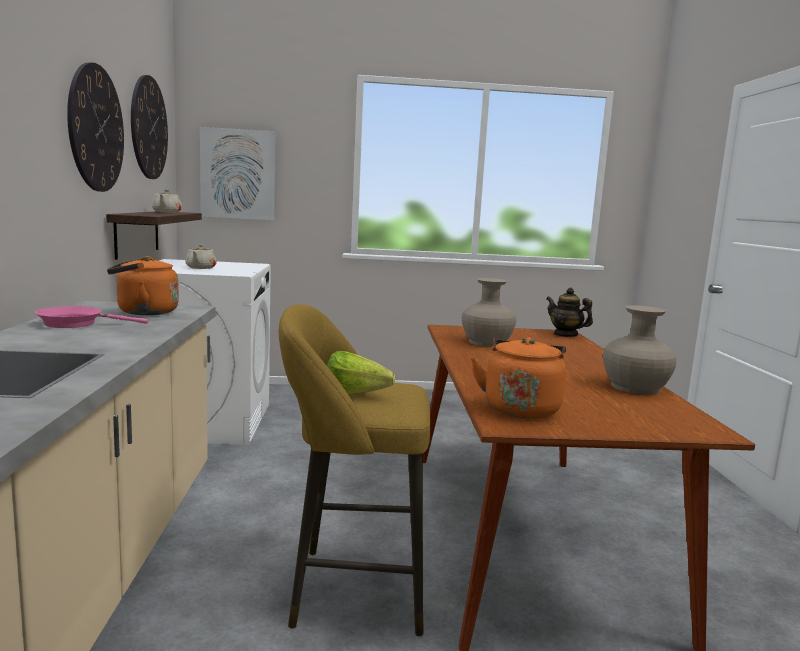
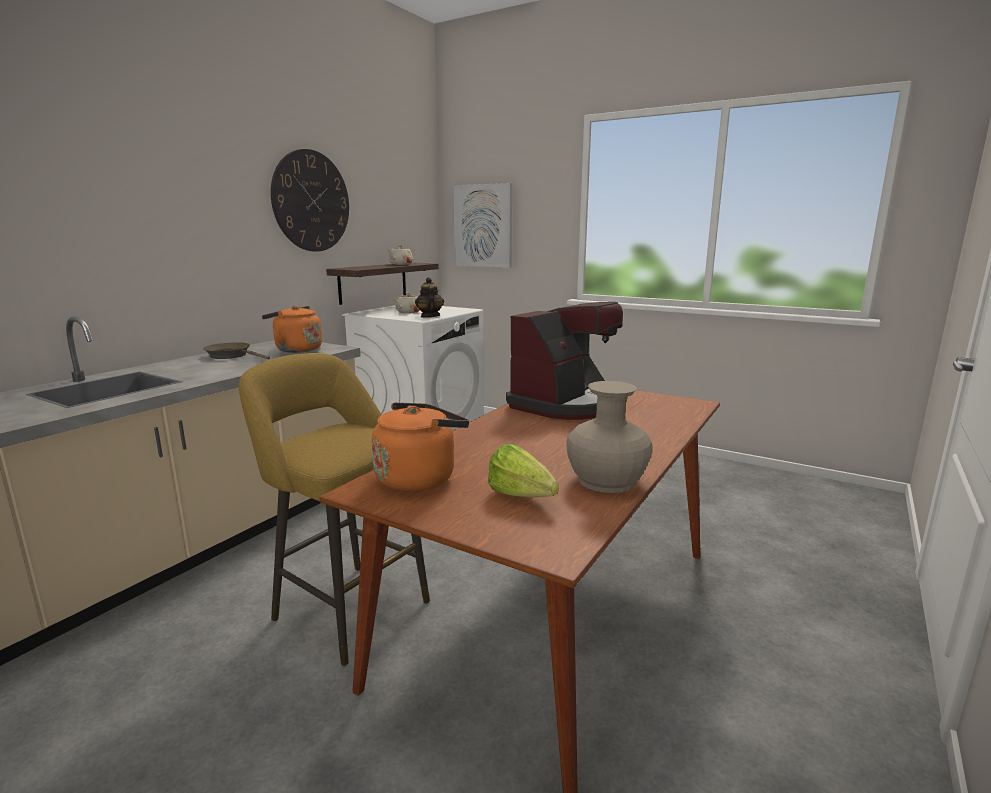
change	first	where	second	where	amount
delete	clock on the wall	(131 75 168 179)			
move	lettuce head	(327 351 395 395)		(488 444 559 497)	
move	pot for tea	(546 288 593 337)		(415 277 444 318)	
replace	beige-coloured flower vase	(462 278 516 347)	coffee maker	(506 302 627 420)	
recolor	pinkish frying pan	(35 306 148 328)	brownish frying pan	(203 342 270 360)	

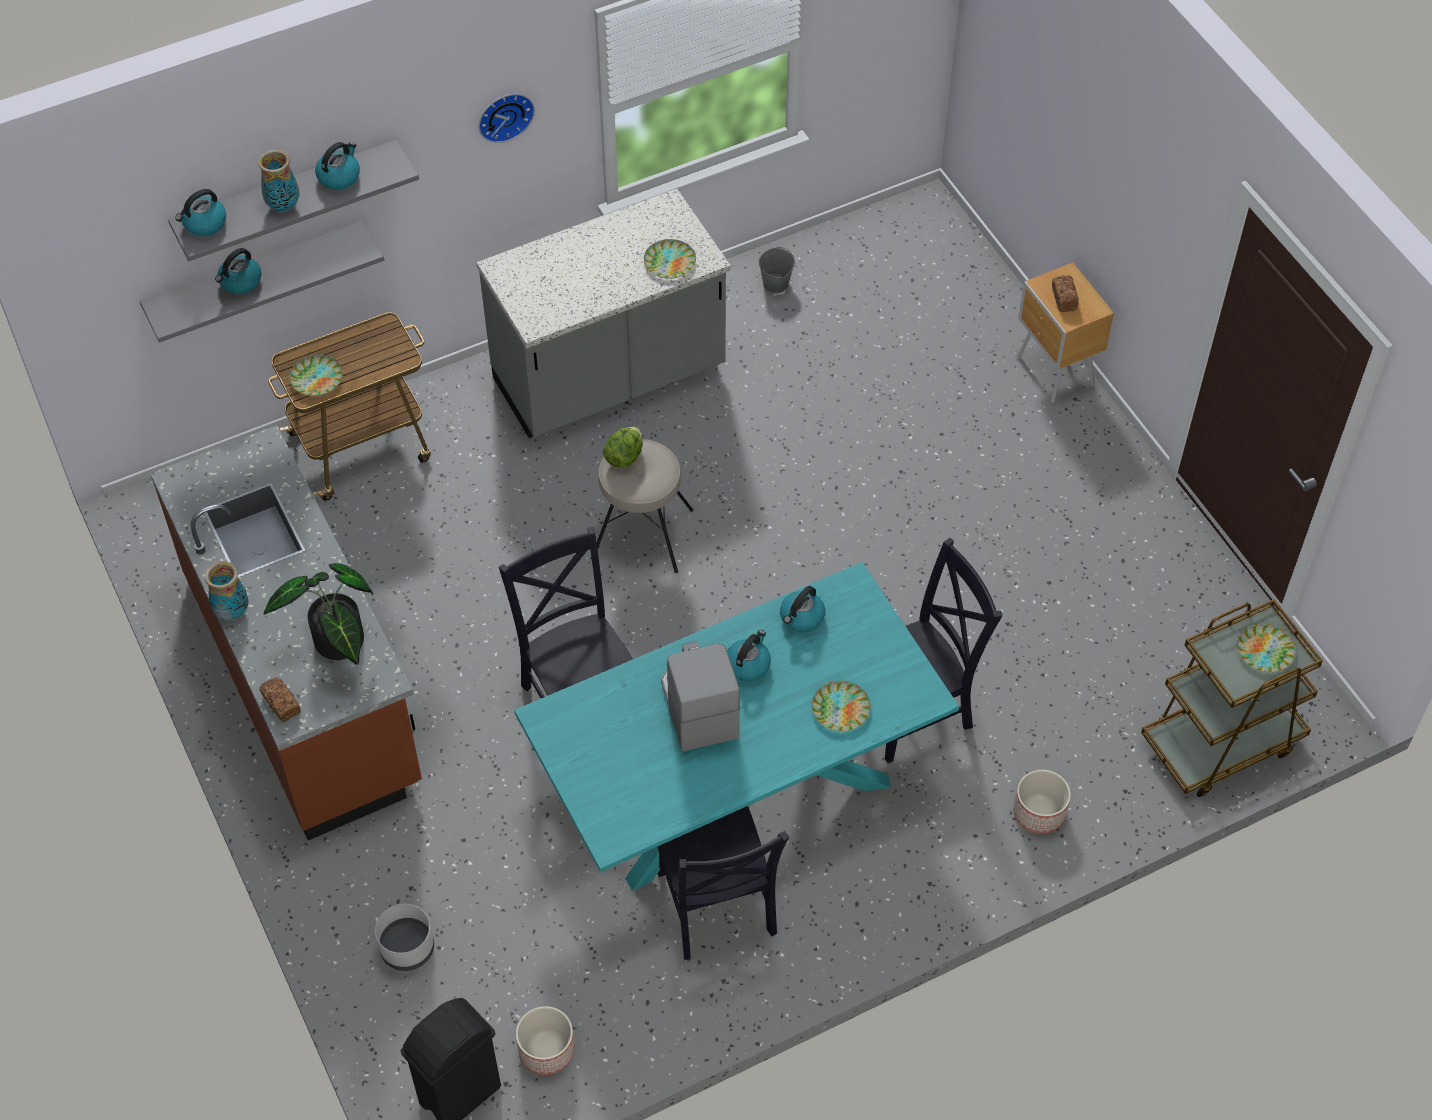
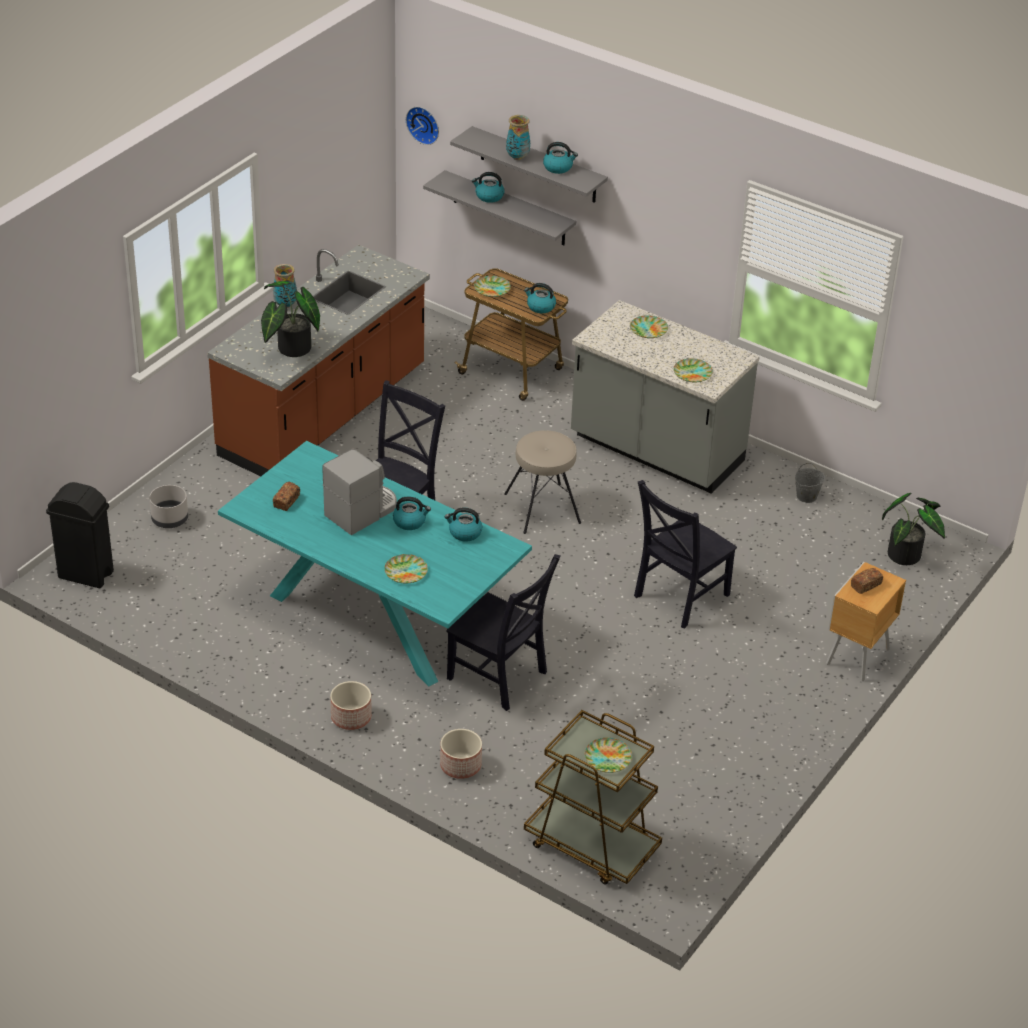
change	first	where	second	where	amount
delete	lettuce head	(603 427 643 468)			
insert			flat dish	(630 315 668 338)	
insert			potted plant	(882 493 945 565)	
move	tea kettle	(175 189 226 236)		(524 283 556 313)	
move	bread	(259 677 301 722)		(273 482 300 511)	
move	clock on the wall	(479 94 535 143)		(406 107 439 145)	
move	planter	(516 1006 575 1075)		(330 681 372 730)	
move	black-coloured chair	(658 806 789 960)		(634 480 737 629)	

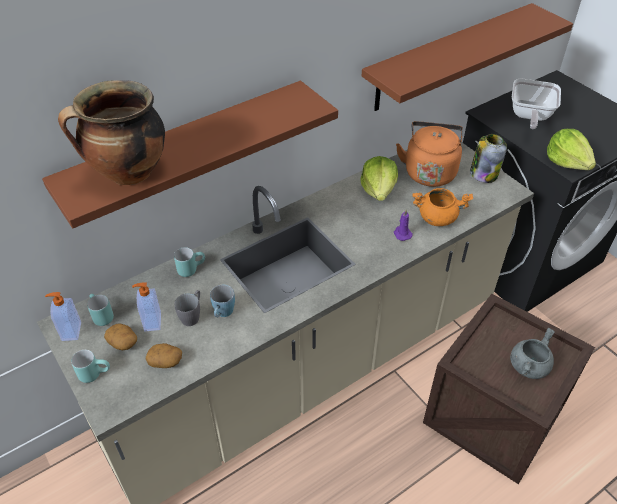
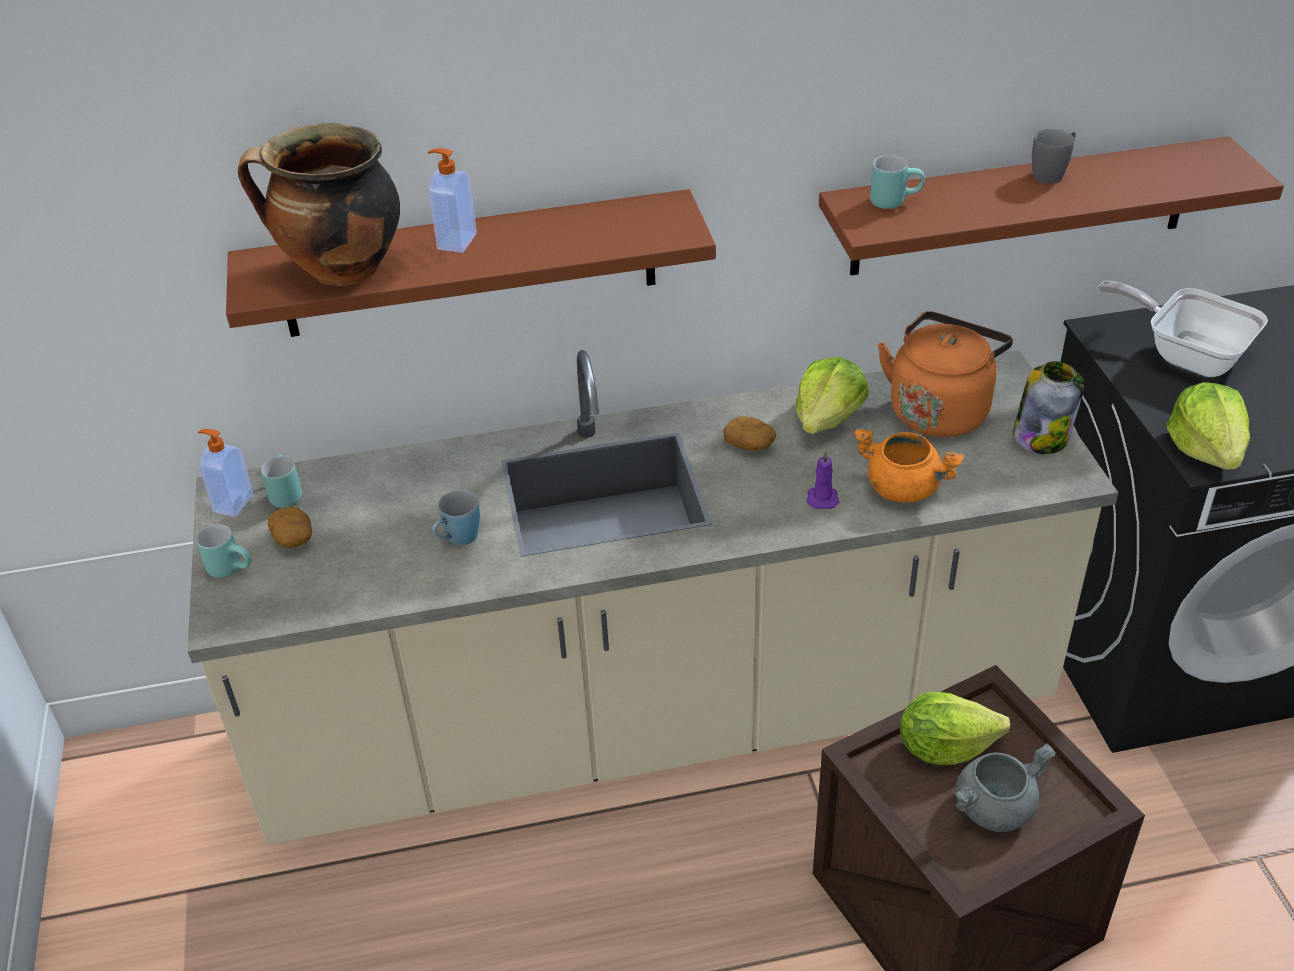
change	first	where	second	where	amount
insert			lettuce head	(900 692 1011 765)	
move	soap dispenser	(132 282 161 331)		(428 148 477 253)	
move	potato	(146 343 182 368)		(723 416 776 451)	
move	turquoise-coloured coffee mug	(174 247 205 277)		(870 155 925 209)	
move	greyish coffee mug	(175 290 200 326)		(1032 129 1076 184)	
rotate	frying pan	(512 79 561 129)		(1098 281 1268 377)	90 degrees clockwise

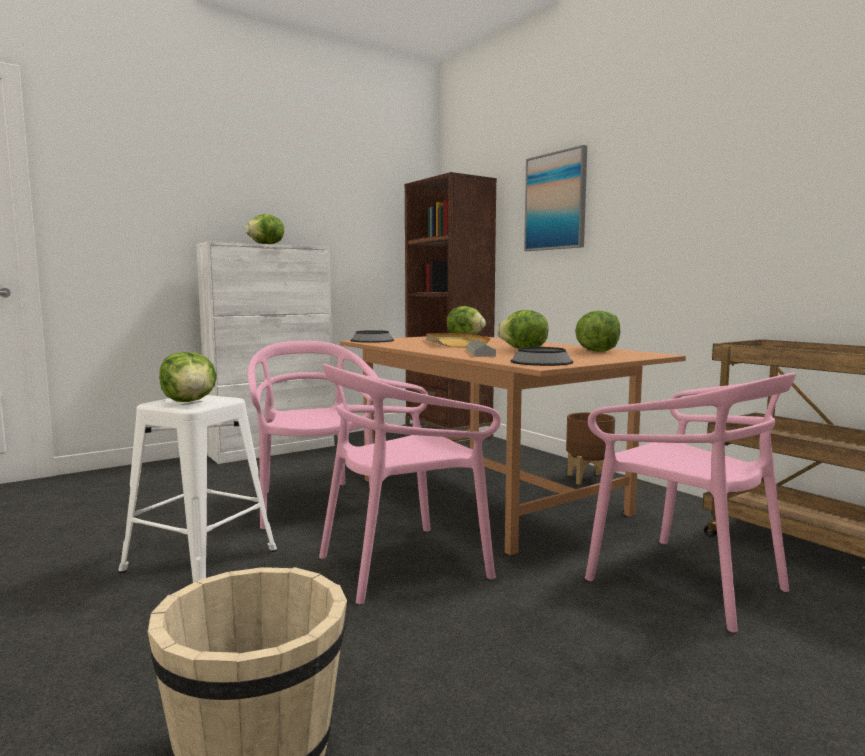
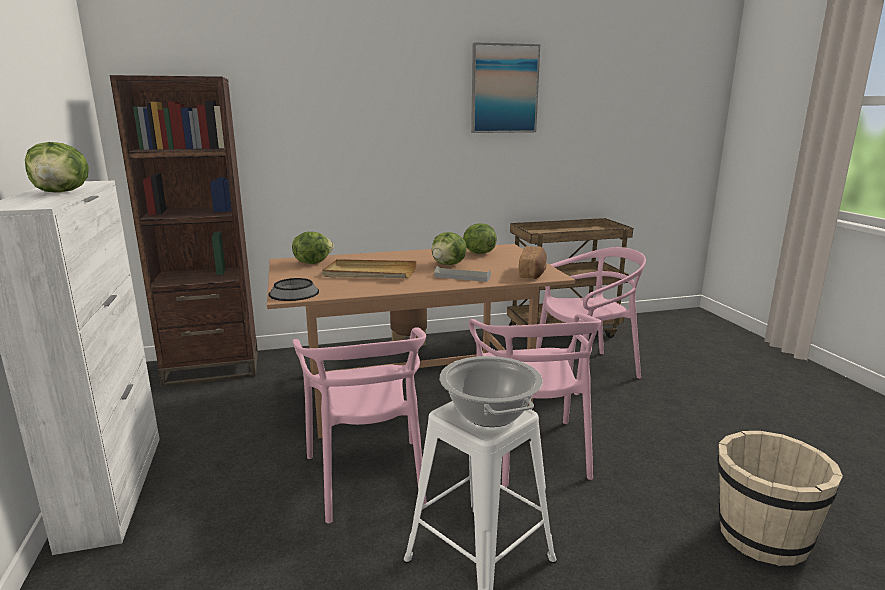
change	first	where	second	where	amount
move	wall art	(524 145 587 251)		(471 42 540 133)	
replace	lettuce head	(159 352 217 402)	stockpot	(440 356 543 427)	
replace	bowl	(511 347 573 366)	bread	(519 246 547 279)	
rotate	pinkish chair	(248 341 378 529)		(293 327 427 523)	105 degrees counterclockwise

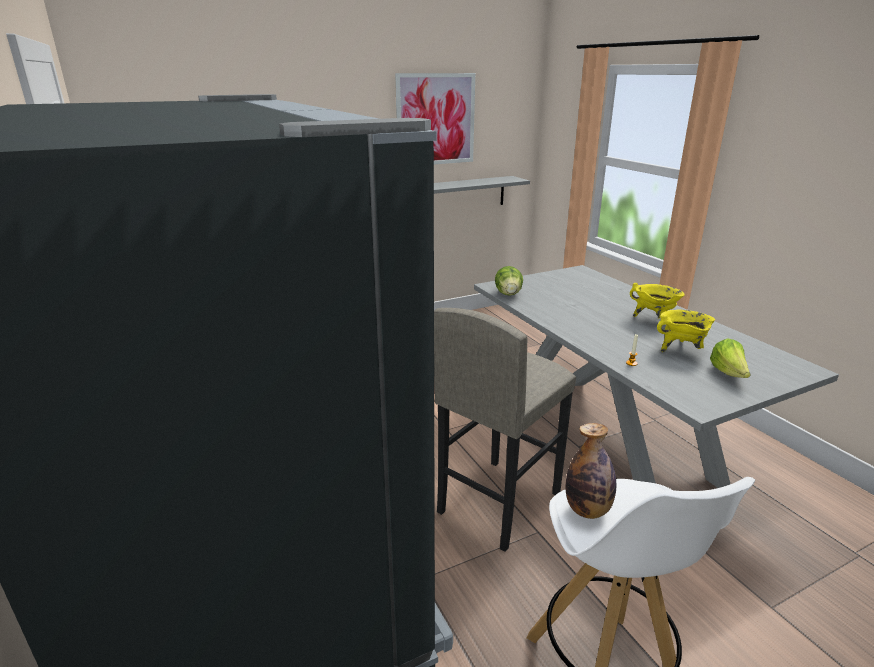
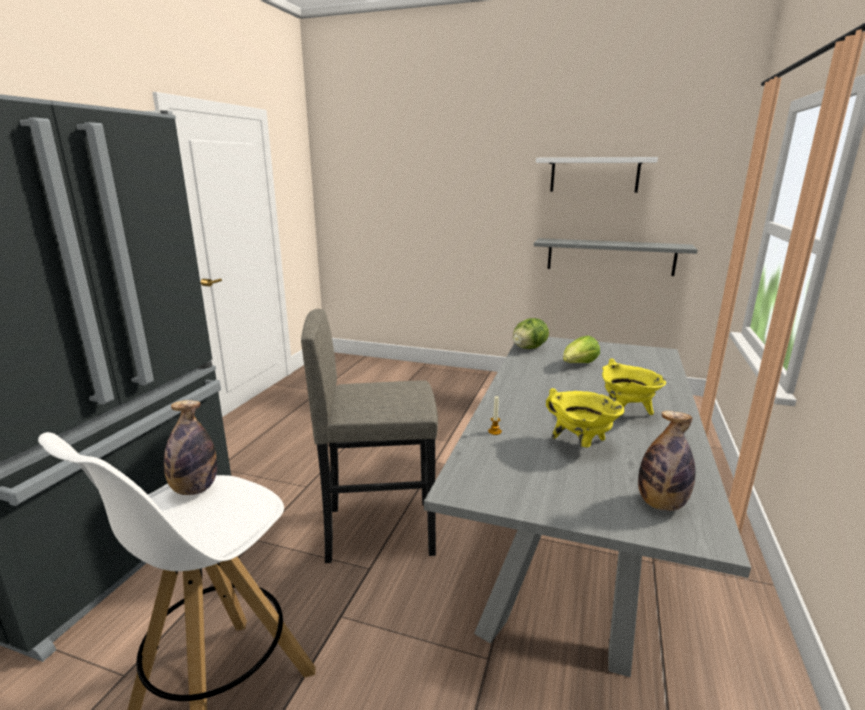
change	first	where	second	where	amount
insert			drink bottle	(638 411 696 511)	
move	lettuce head	(710 338 751 378)		(563 336 600 363)	
replace	wall art	(395 73 475 164)	white shelf	(536 157 658 193)	

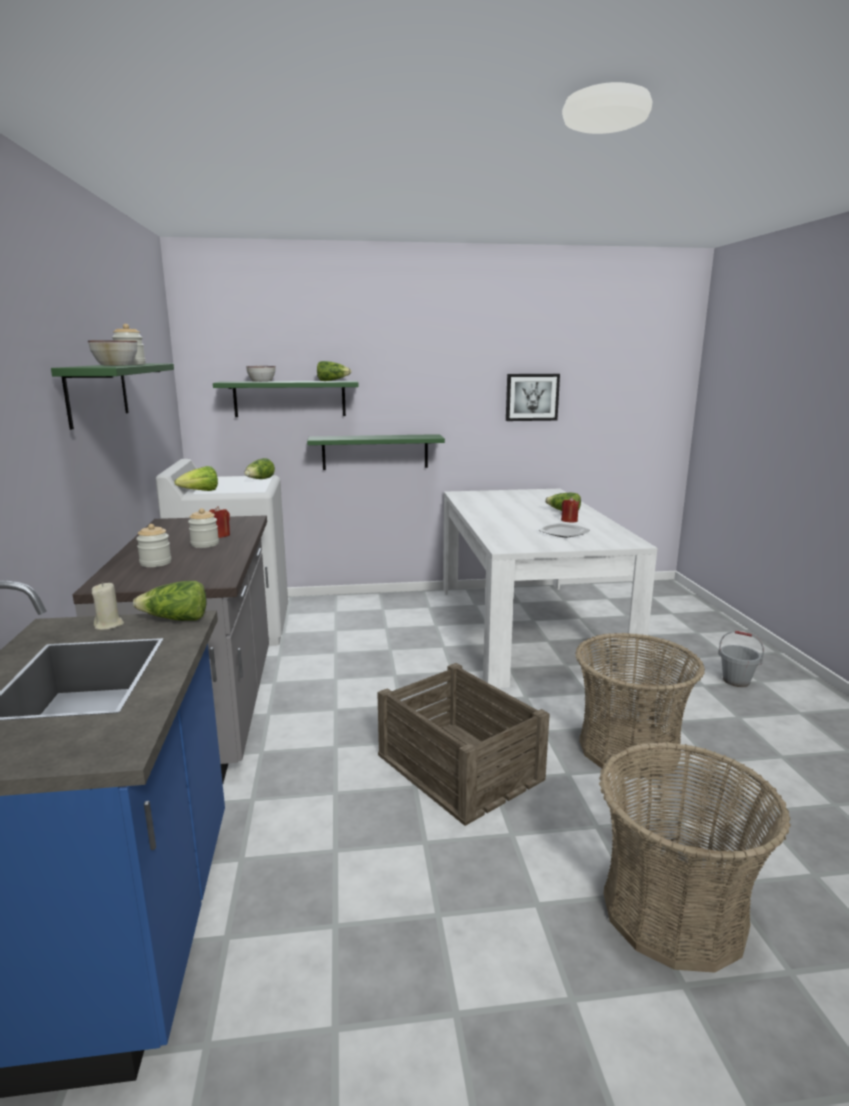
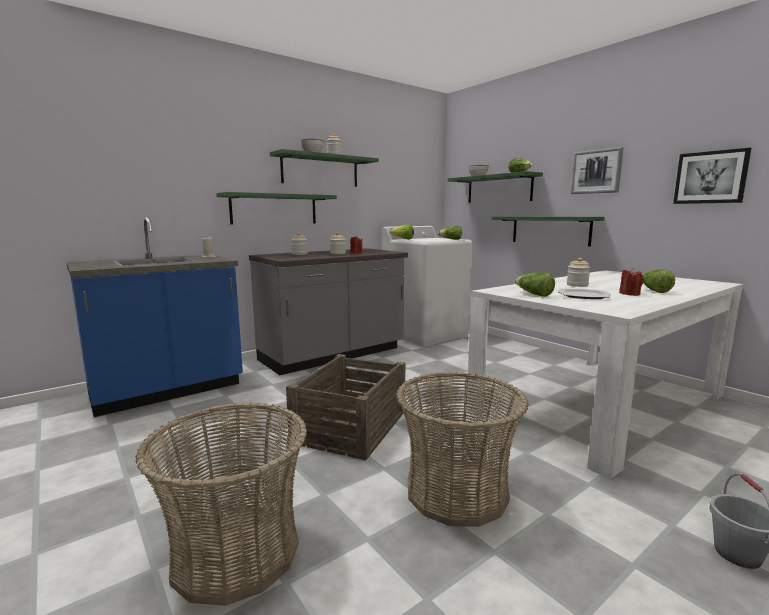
change	first	where	second	where	amount
insert			green-coloured shelf	(216 192 337 225)	
insert			preserve jar	(567 258 591 287)	
insert			wall art	(571 147 623 194)	
move	lettuce head	(133 581 207 621)		(515 272 555 297)	

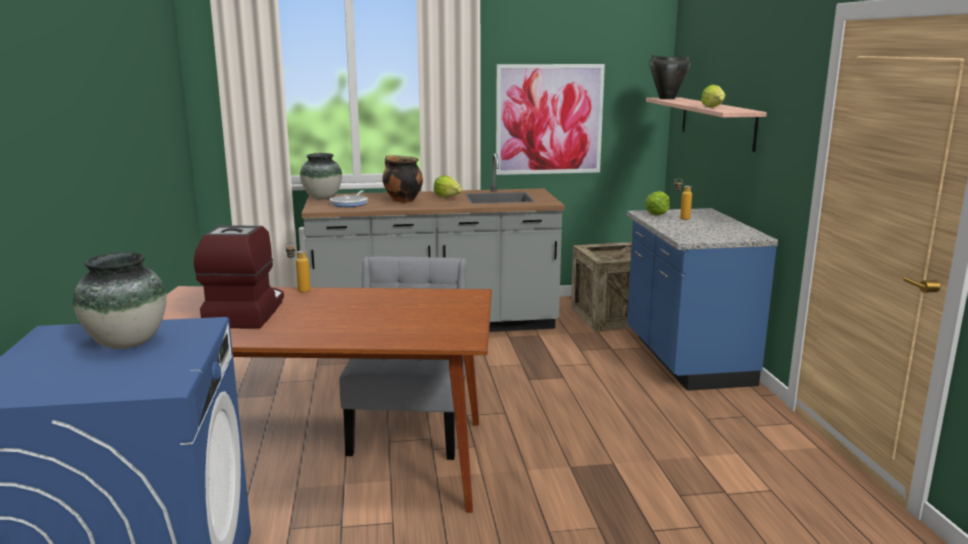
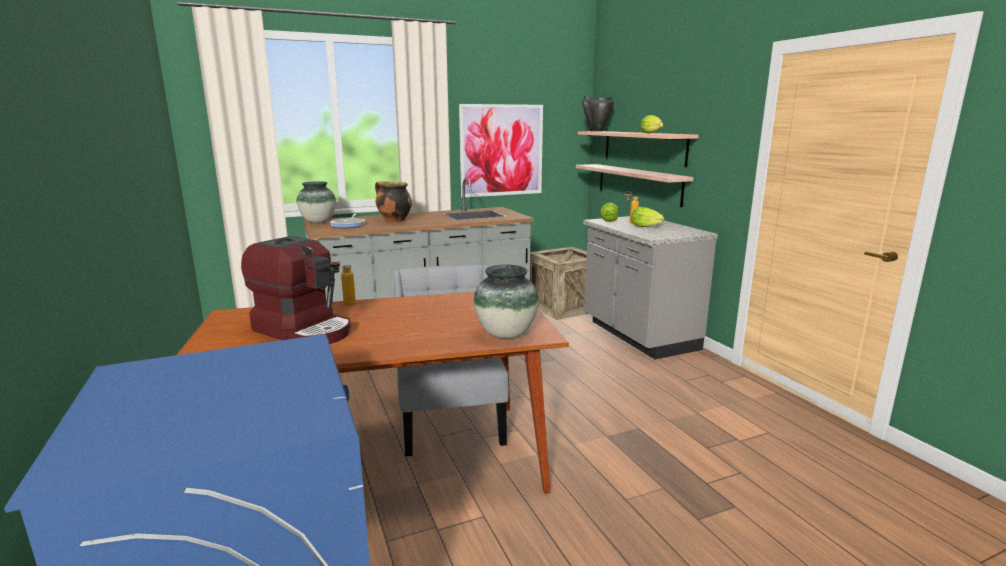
change	first	where	second	where	amount
insert			shelf	(576 164 694 207)	
move	flower vase	(73 252 167 349)		(474 265 539 339)	
move	lettuce head	(434 175 462 197)		(631 207 664 227)	
recolor	blue-coloured kitchen base unit	(627 208 778 391)	greyish kitchen base unit	(583 216 718 360)	
rotate	coffee maker	(194 225 284 329)		(241 236 351 344)	135 degrees clockwise

